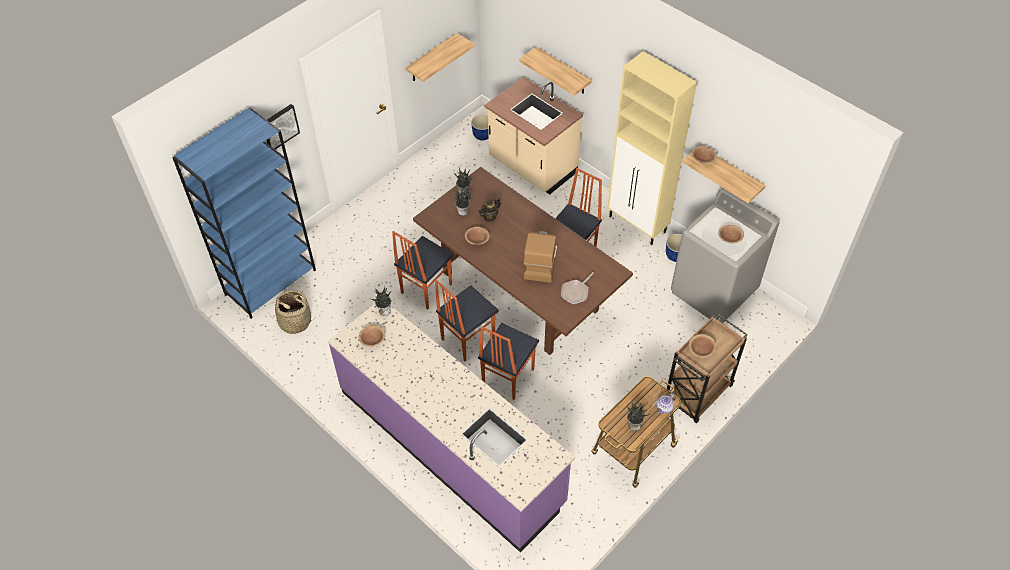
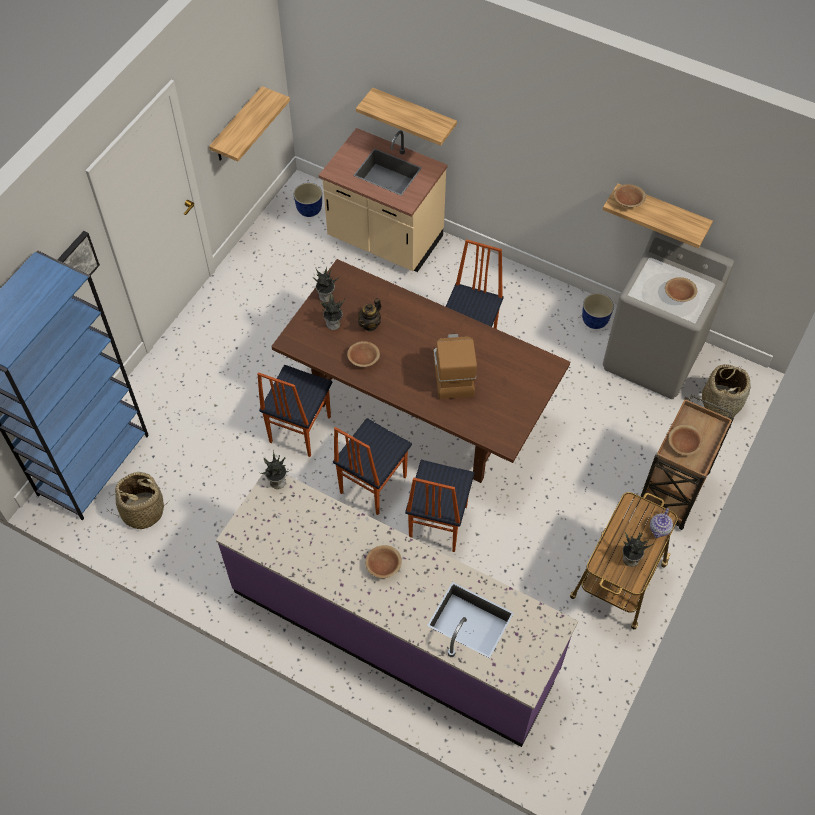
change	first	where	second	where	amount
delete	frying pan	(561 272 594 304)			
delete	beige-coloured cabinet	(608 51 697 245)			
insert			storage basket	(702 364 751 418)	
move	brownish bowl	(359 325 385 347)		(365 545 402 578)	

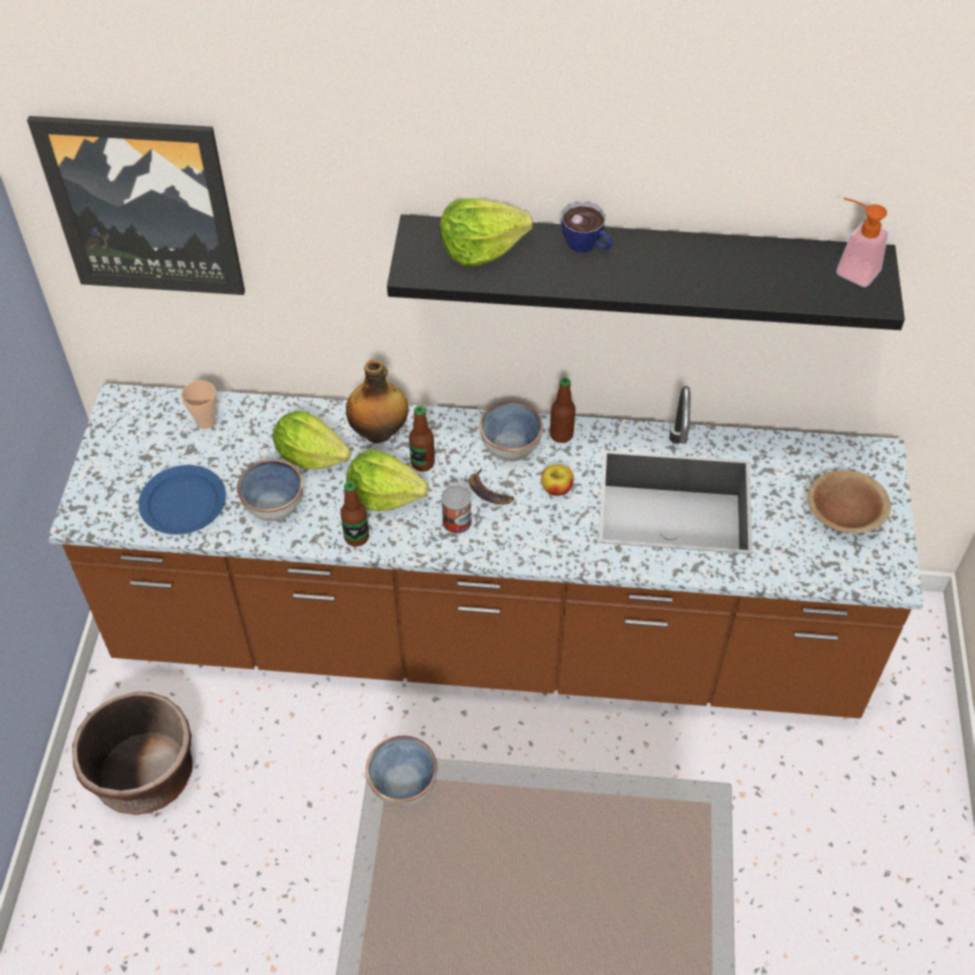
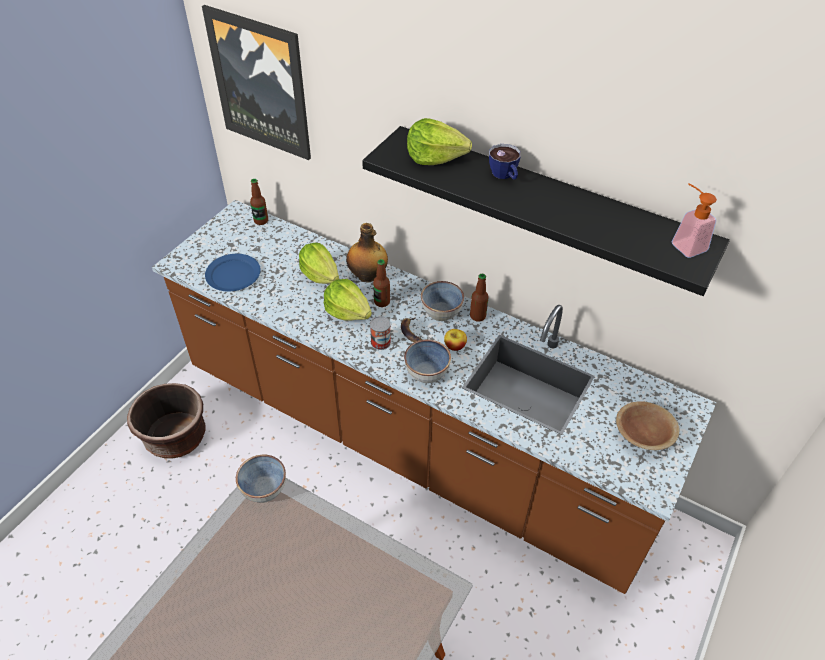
change	first	where	second	where	amount
delete	cup	(181 380 217 429)			
move	bowl	(237 459 303 521)		(404 339 451 383)	
move	drink bottle	(340 482 369 547)		(250 179 268 225)	

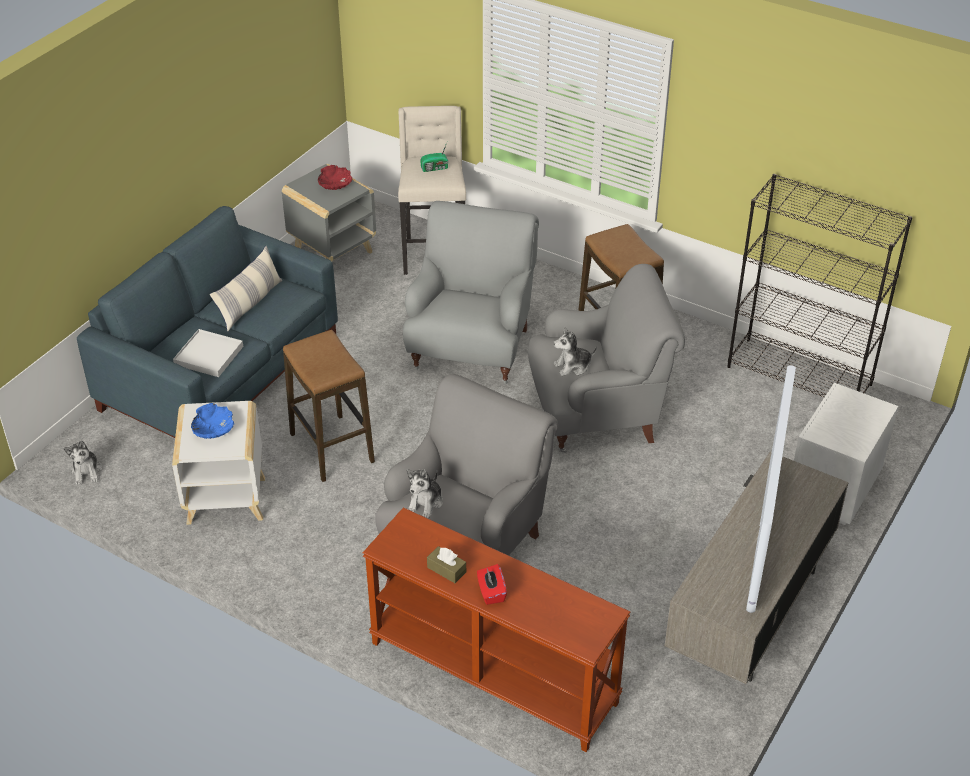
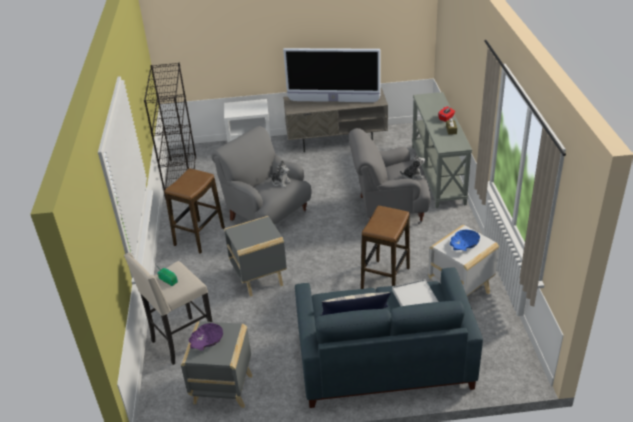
change	first	where	second	where	amount
delete	cuddly toy	(64 440 102 485)			
replace	greyish armchair	(403 201 539 384)	greyish accent table	(224 216 287 297)	
recolor	red bowl	(318 165 353 190)	purple bowl	(189 323 223 350)	
recolor	brownish console table	(363 507 630 752)	greyish console table	(412 92 472 208)	
rotate	TV set	(746 365 796 613)		(283 48 381 102)	150 degrees counterclockwise

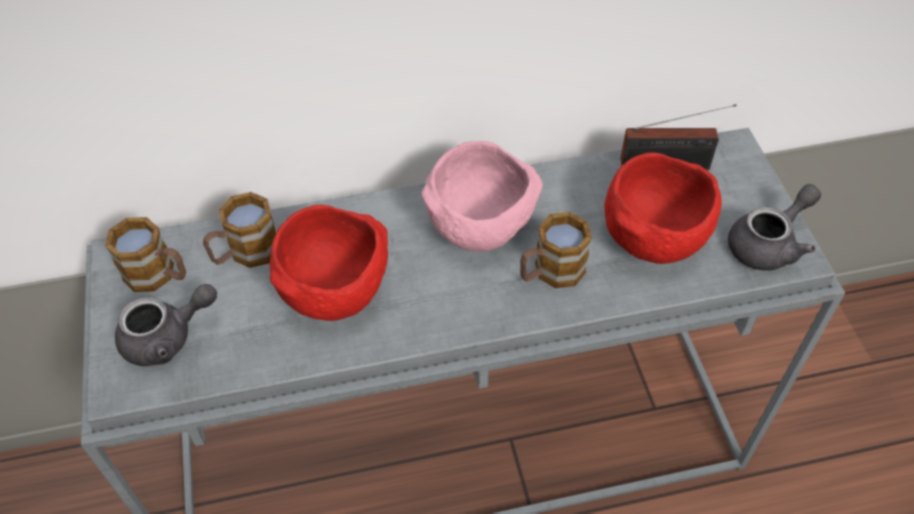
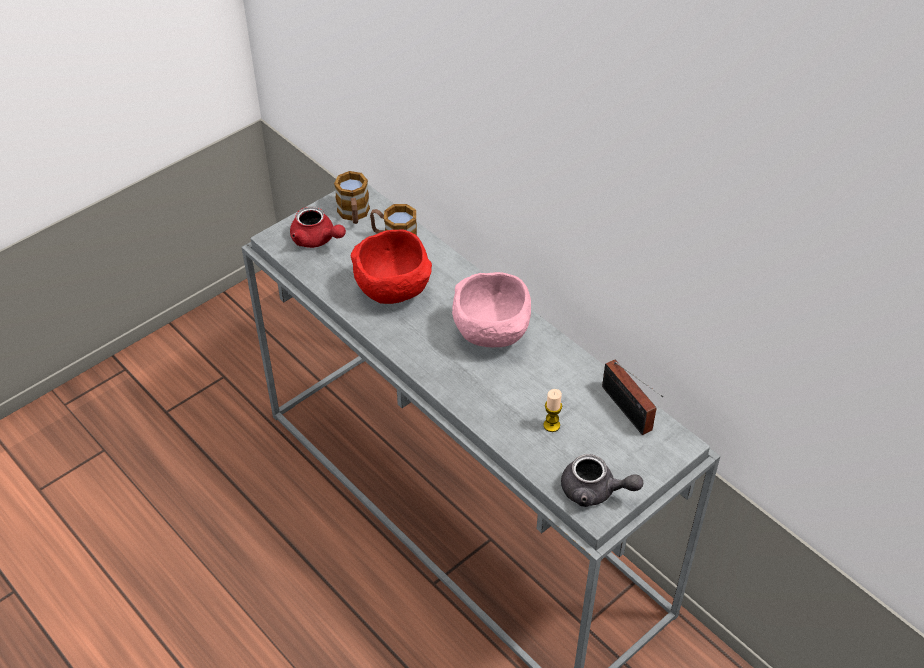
change	first	where	second	where	amount
delete	coffee mug	(520 212 592 288)			
replace	red bowl	(604 152 722 264)	wax candle	(543 389 562 432)	
recolor	greyish pot for tea	(115 284 217 366)	red pot for tea	(290 206 346 248)	

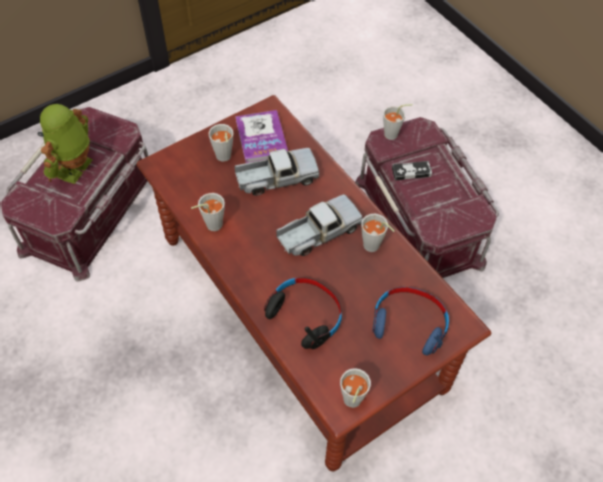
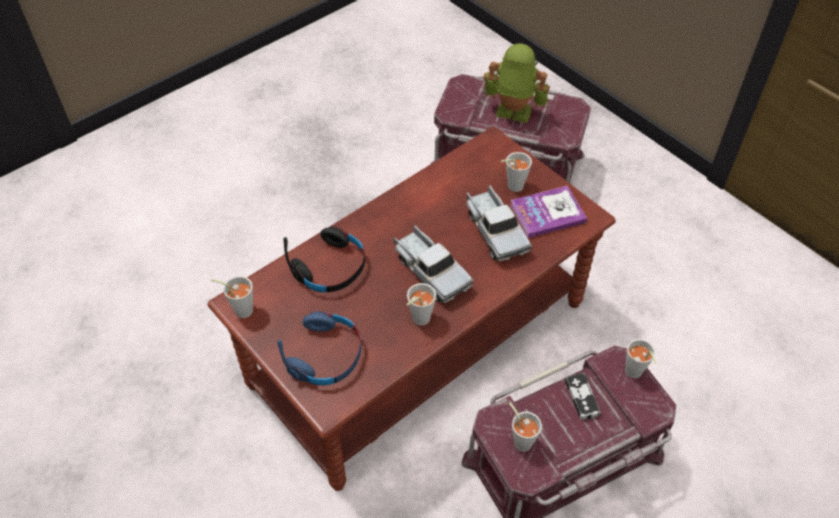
change	first	where	second	where	amount
move	greyish cup	(191 193 225 231)		(509 402 542 452)	

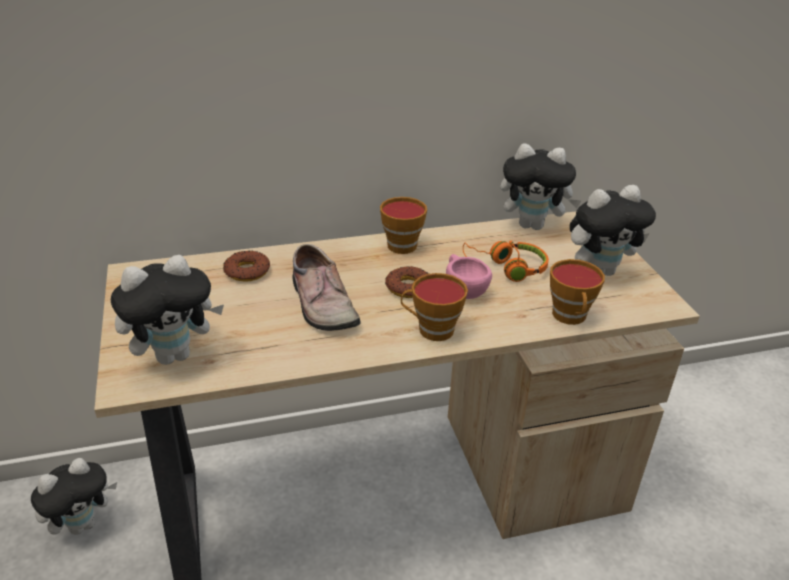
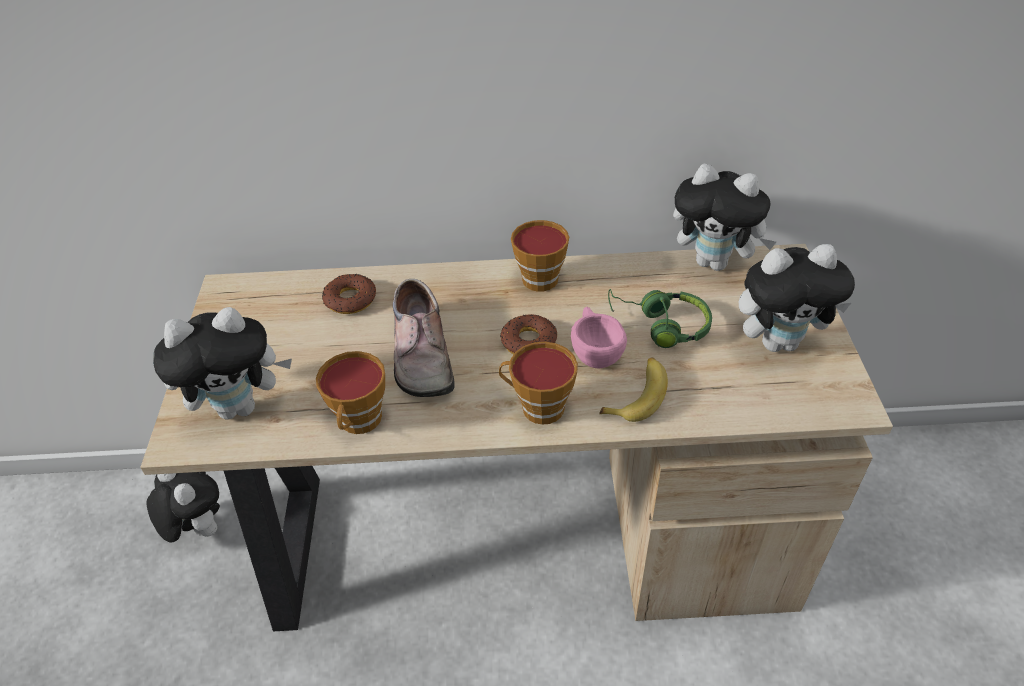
change	first	where	second	where	amount
insert			banana fruit	(599 357 668 422)	
move	cup	(550 259 605 325)		(316 351 385 434)	
recolor	orange pair of headphones	(463 241 549 282)	green-coloured pair of headphones	(608 289 712 348)	
rotate	cuddly toy	(31 458 117 535)		(147 472 220 542)	105 degrees counterclockwise

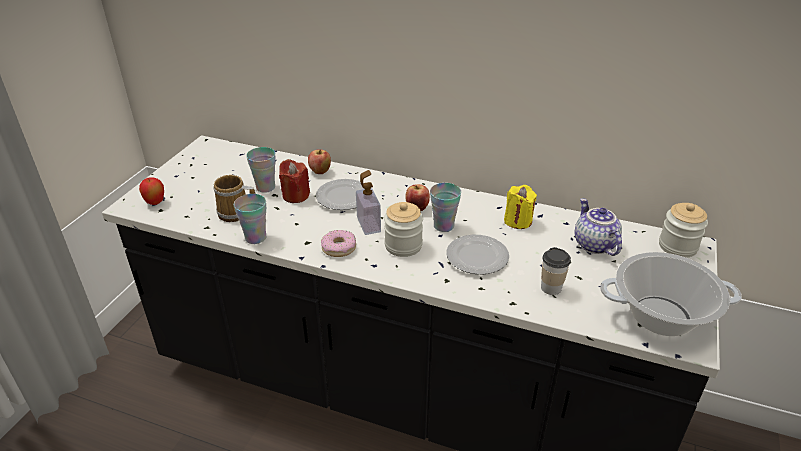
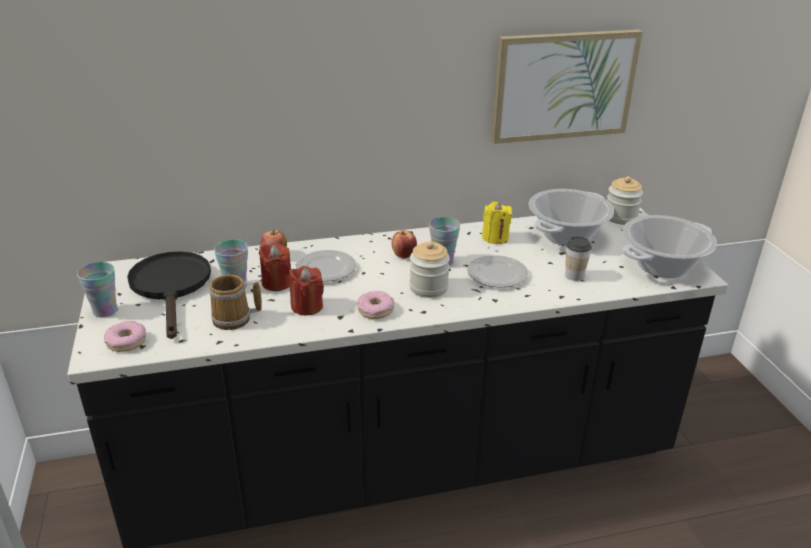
change	first	where	second	where	amount
delete	soap dispenser	(356 170 381 235)			
insert			black-coloured frying pan	(127 251 211 339)	
insert			red wax candle	(289 266 324 315)	
insert			wall art	(491 29 643 144)	
move	cup	(234 194 266 244)		(77 262 117 317)	
replace	apple	(139 178 164 205)	donut	(104 321 146 352)	
replace	pot for tea	(575 198 622 256)	stockpot	(528 189 614 246)	

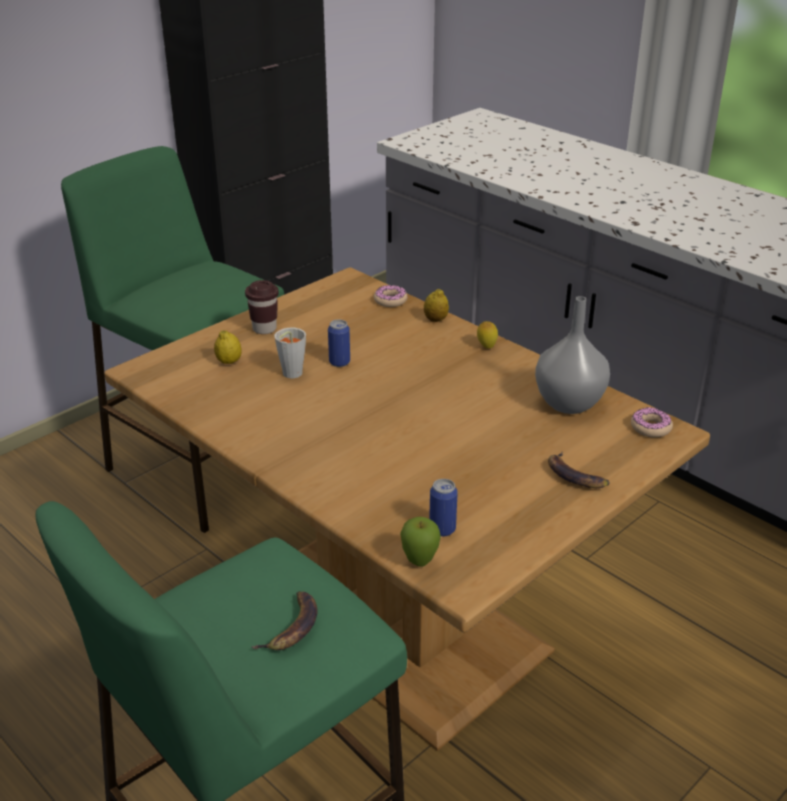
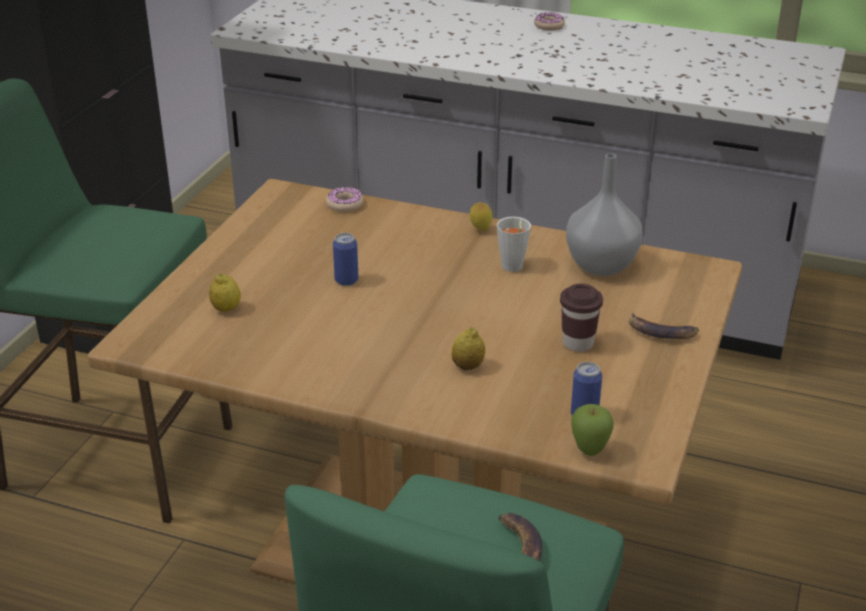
change	first	where	second	where	amount
move	brownish cup	(245 280 279 334)		(560 284 603 352)	
move	greyish cup	(274 328 306 378)		(497 217 531 272)	
move	whole lemon	(424 289 449 322)		(451 327 485 370)	
move	donut	(631 407 673 437)		(534 12 565 31)	

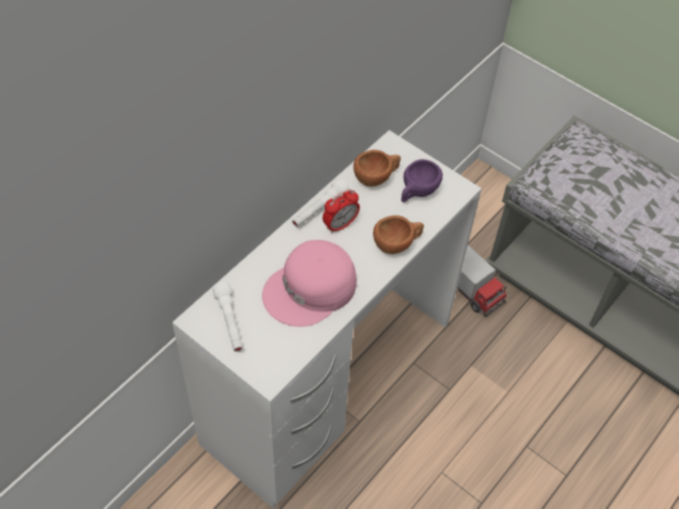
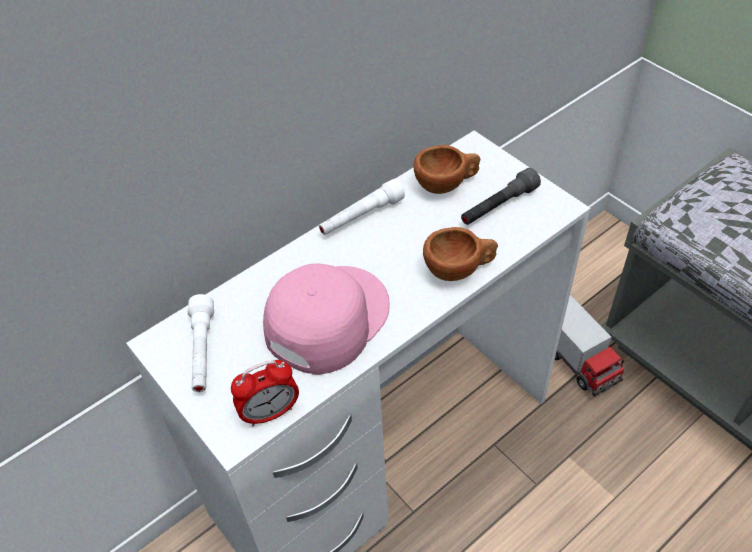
change	first	where	second	where	amount
move	table clock	(323 189 360 234)		(231 360 299 427)	
replace	purple cup	(401 159 443 202)	greyish hand torch	(461 168 541 225)	
rotate	pinkish peaked cap	(262 240 357 327)		(263 263 390 375)	150 degrees clockwise

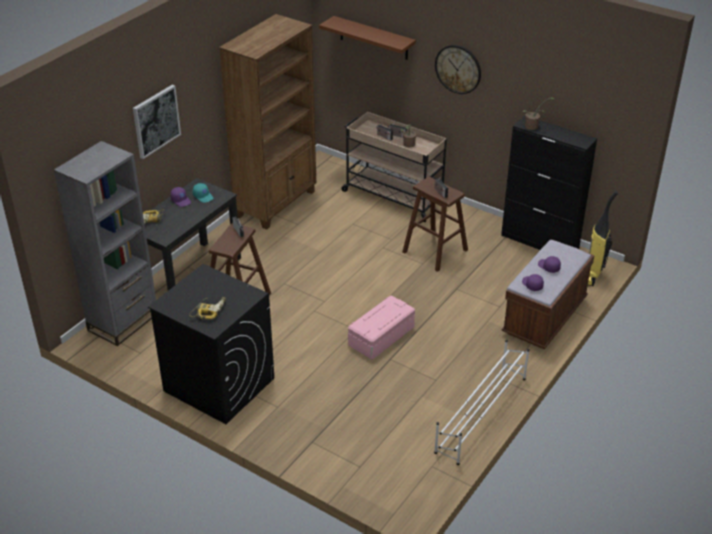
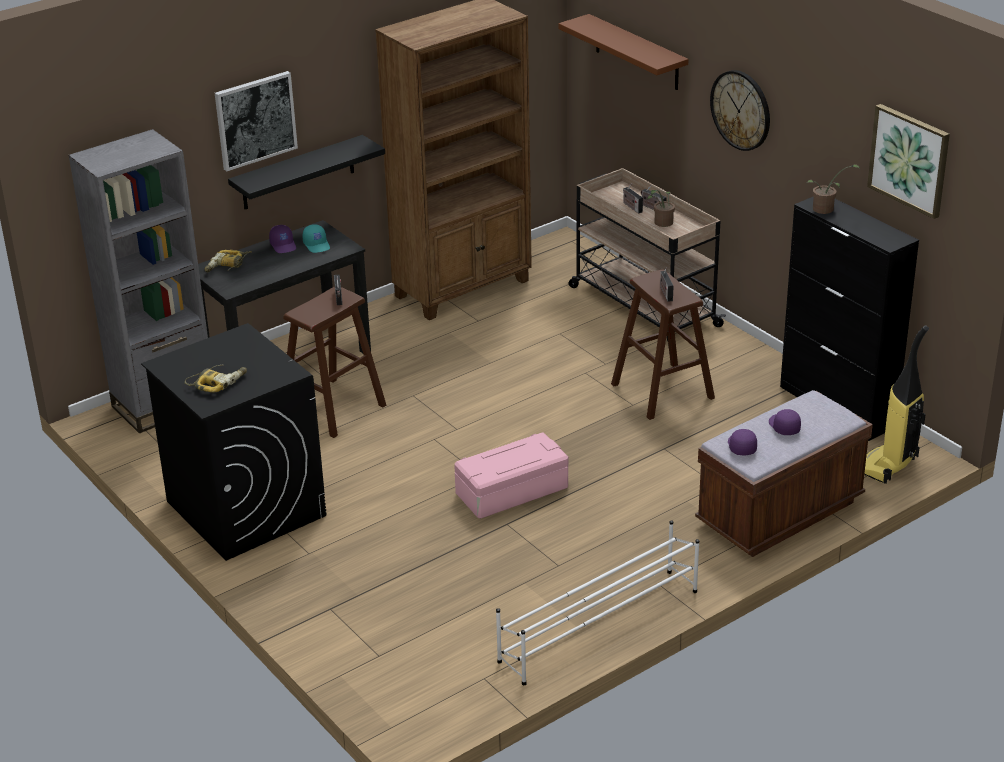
change	first	where	second	where	amount
insert			black-coloured shelf	(228 135 385 209)	
insert			wall art	(867 104 950 219)	

